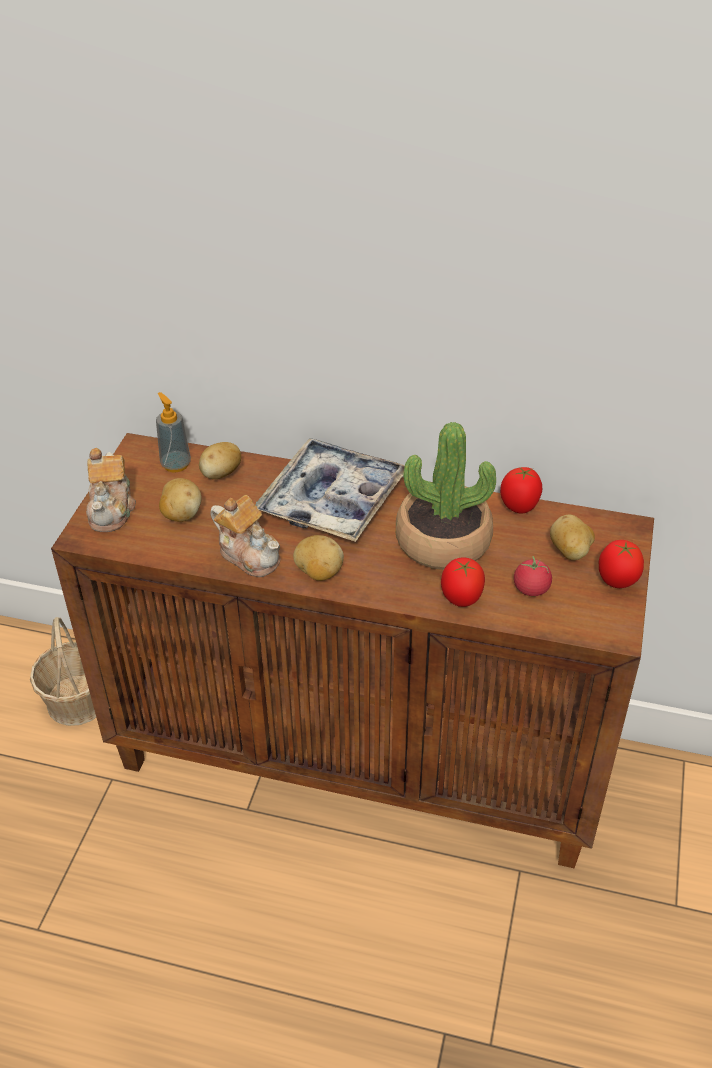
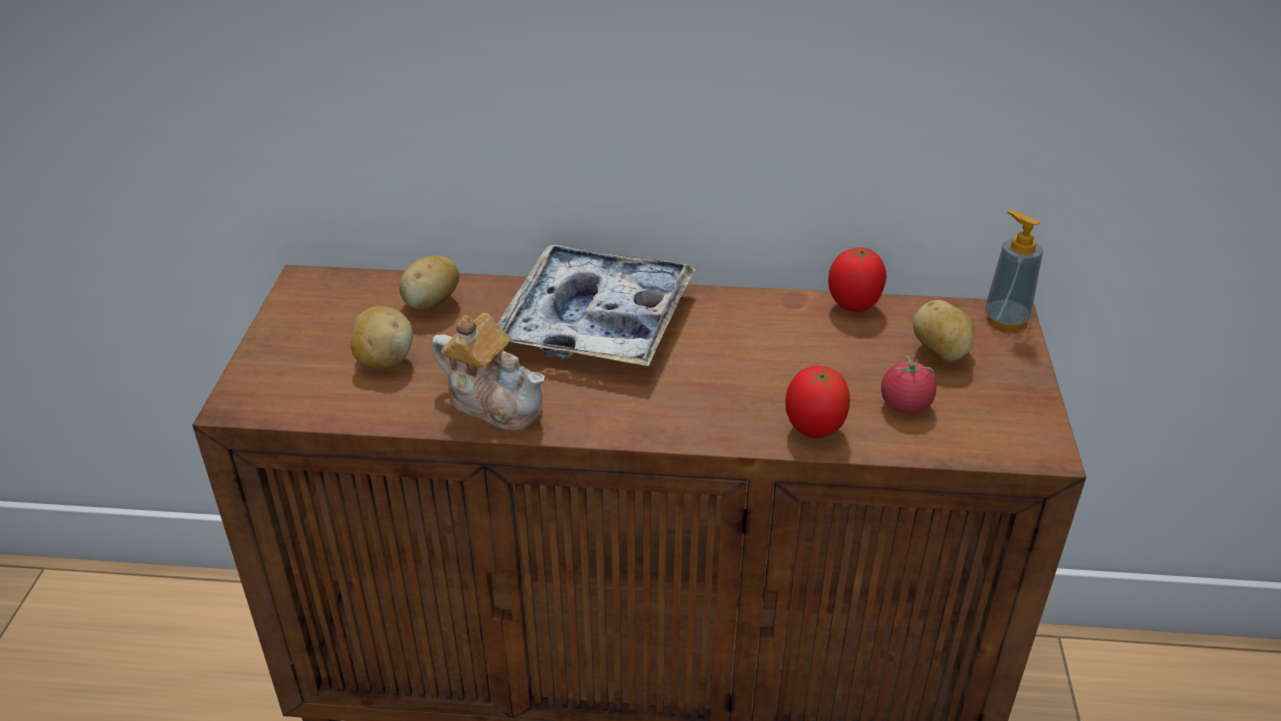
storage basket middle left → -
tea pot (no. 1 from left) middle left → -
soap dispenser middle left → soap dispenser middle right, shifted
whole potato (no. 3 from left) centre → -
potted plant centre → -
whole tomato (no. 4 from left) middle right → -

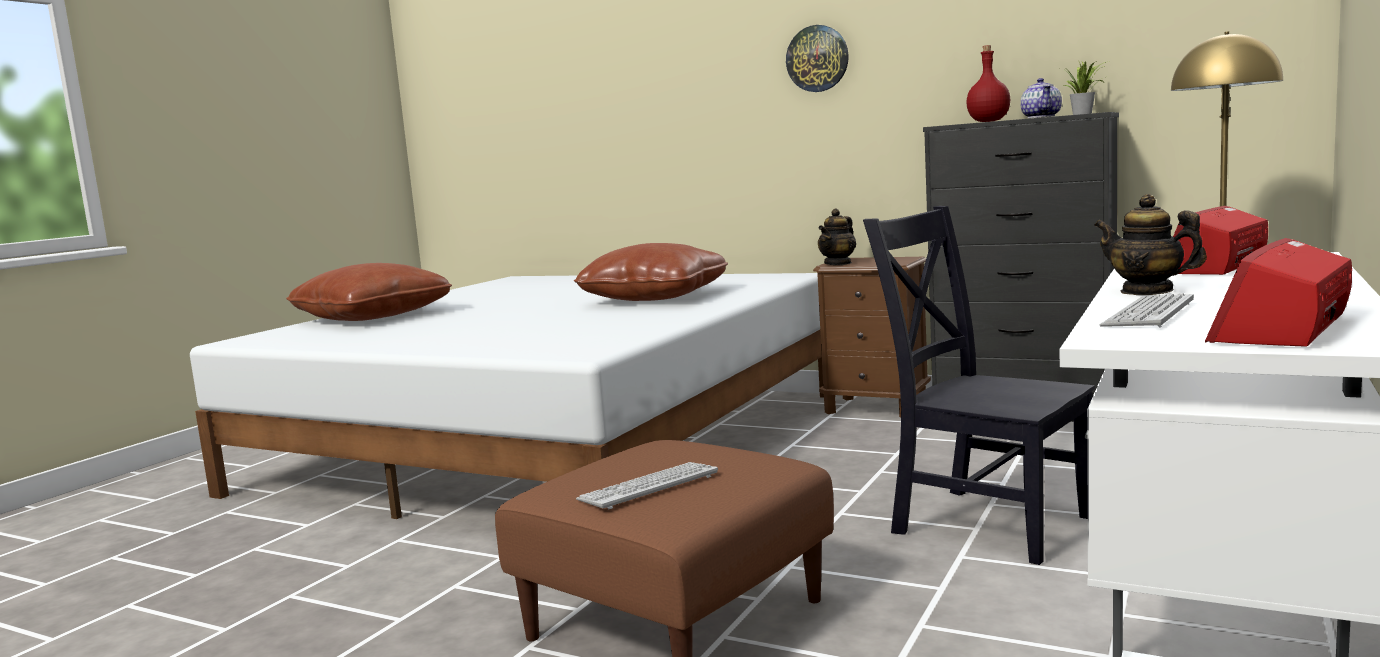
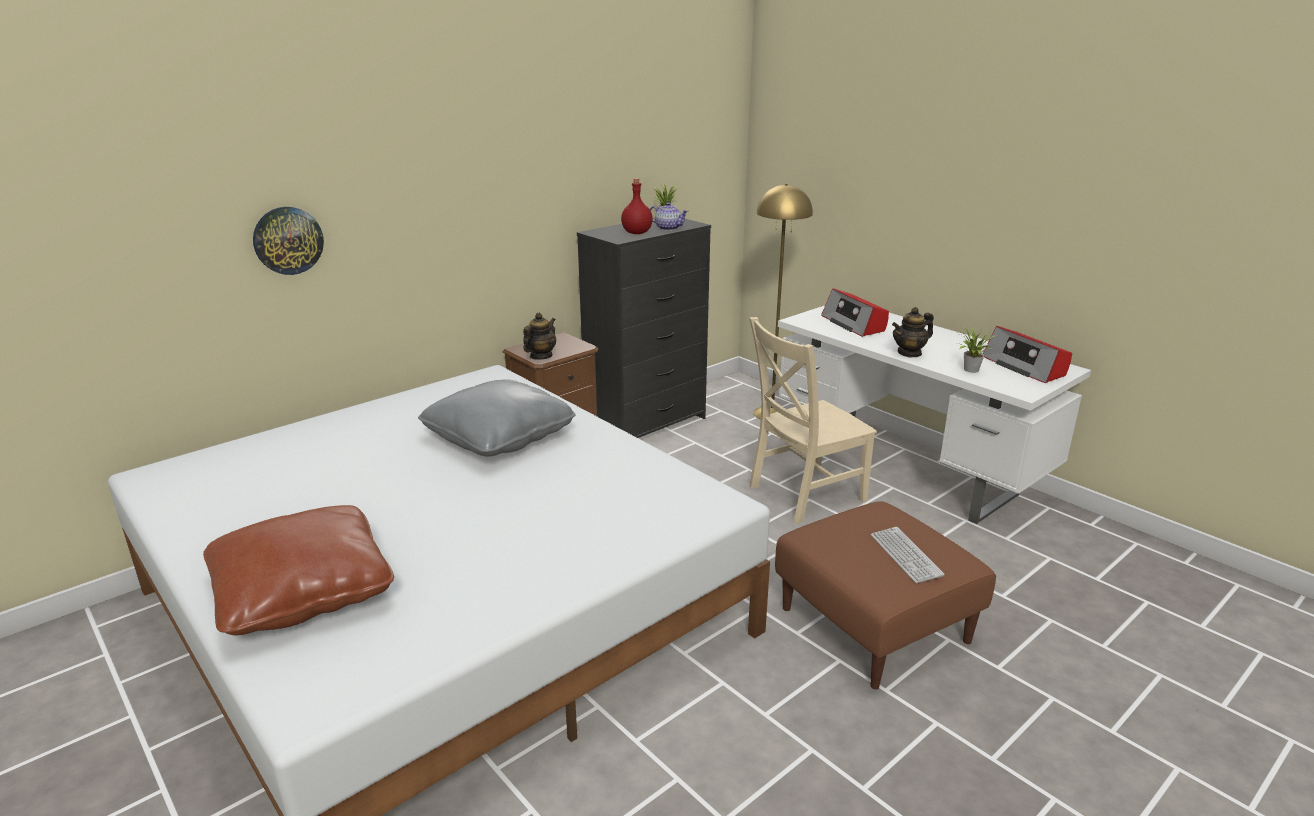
brown throw pillow (no. 2 from left) centre → greyish throw pillow centre
clock on the wall top centre → clock on the wall top left, shifted
tea pot (no. 1 from left) centre, 120 degrees counterclockwise
black-coloured plain chair middle right → beige plain chair centre
computer keyboard (no. 2 from left) middle right → potted plant (no. 2 from left) middle right

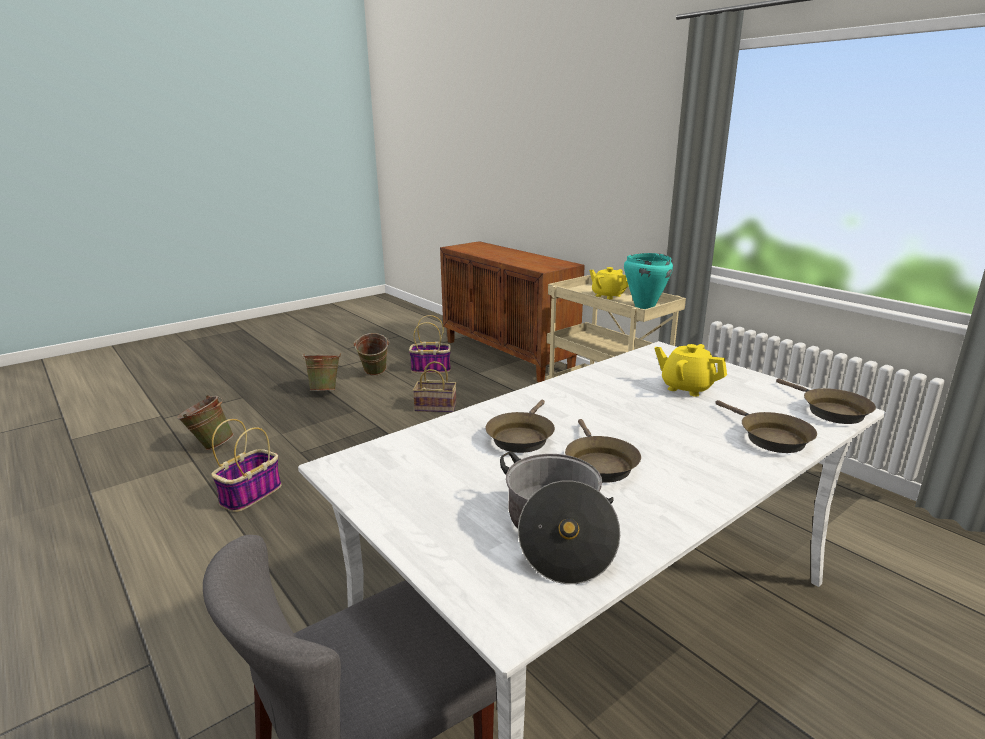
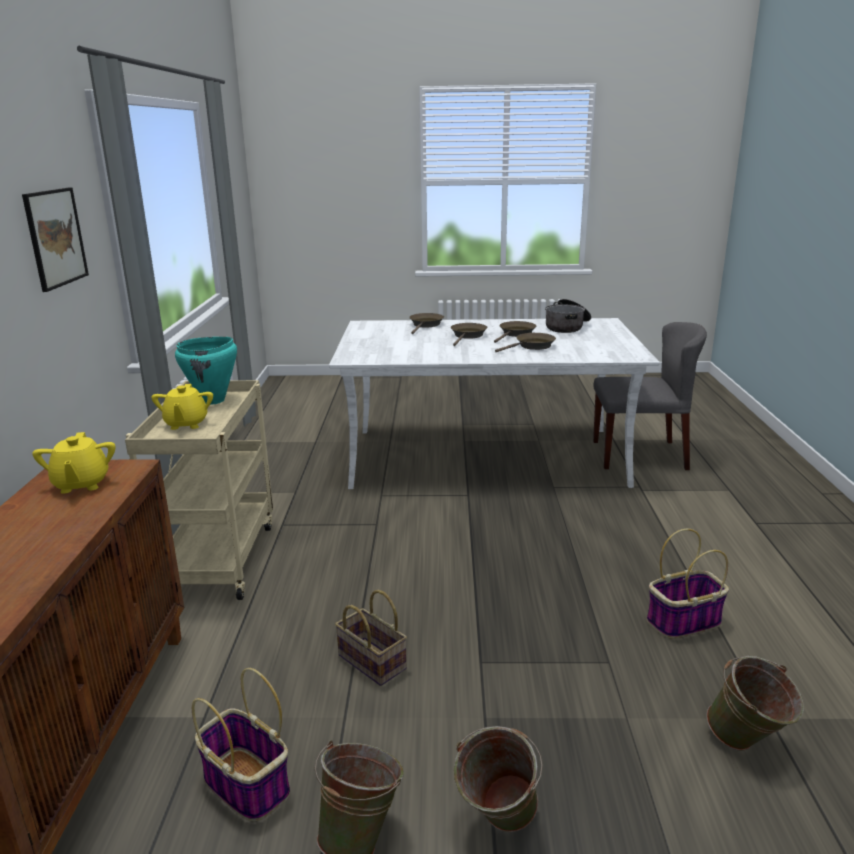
yellowish tea pot (no. 2 from left in the first image) middle right → yellowish tea pot (no. 1 from left) middle left, shifted
brown skillet (no. 4 from left in the first image) middle right → brown skillet (no. 2 from left) centre, shifted
- → wall picture top left

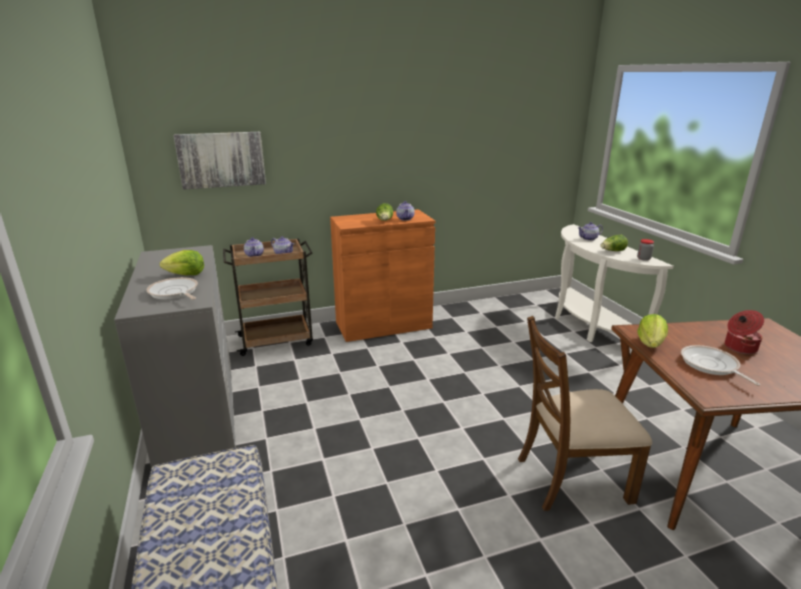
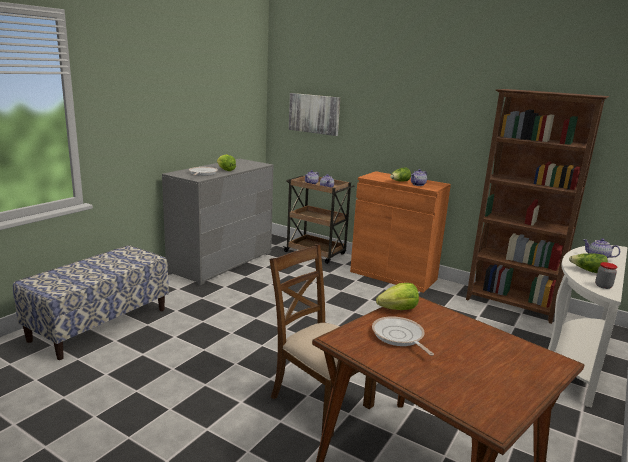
skillet (no. 2 from left) middle right → skillet (no. 2 from left) bottom centre, 60 degrees counterclockwise
stockpot middle right → -
- → brown bookshelf middle right

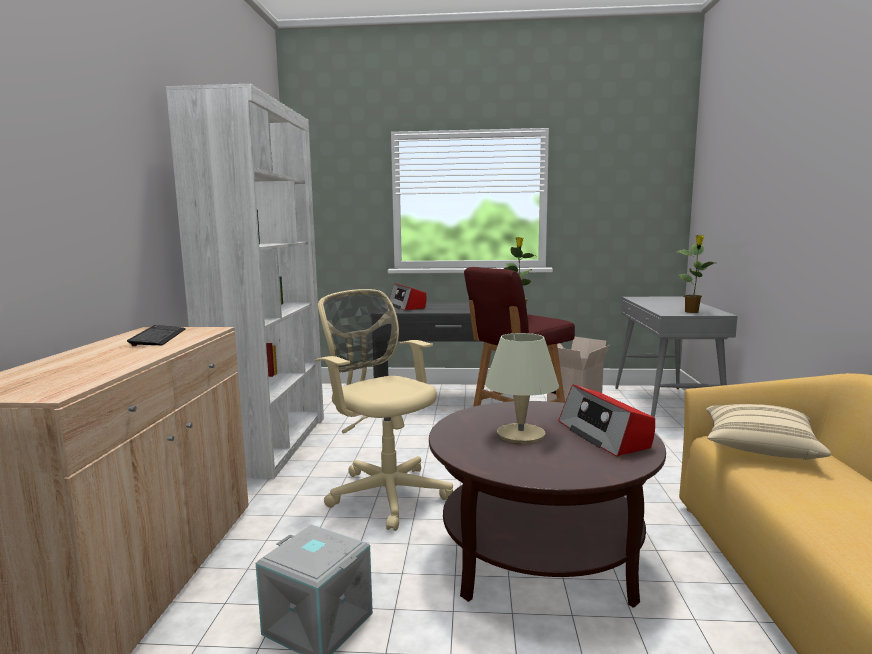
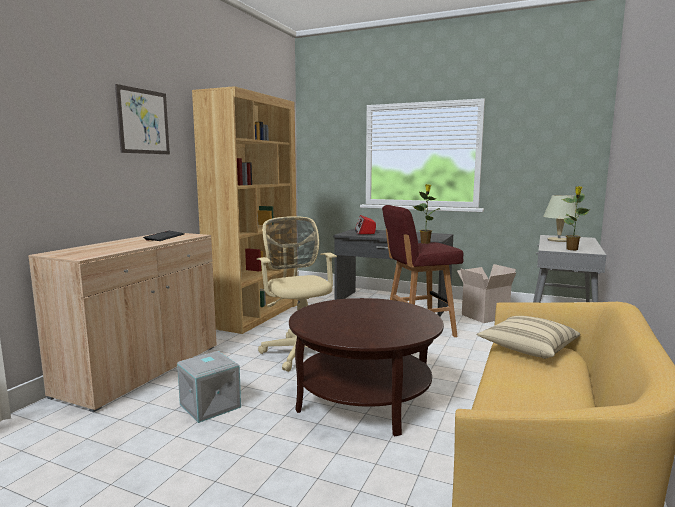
white-coloured bookshelf middle left → brown bookshelf centre
beige tabletop lamp centre → beige tabletop lamp middle right, shifted
radio receiver (no. 2 from left) middle right → -
- → wall picture top left

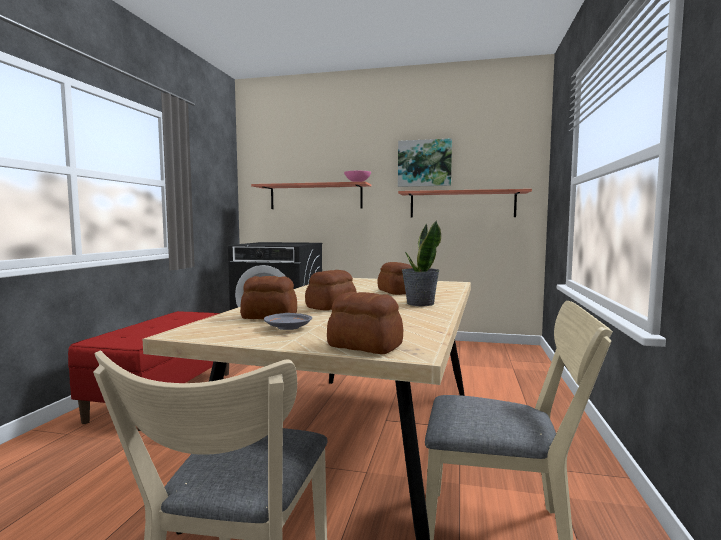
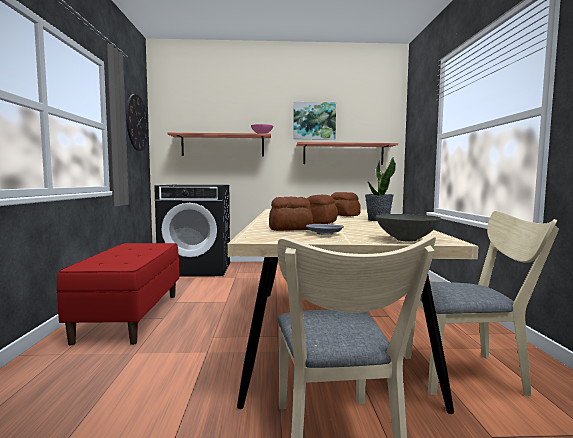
baked bread (no. 3 from left) centre → greyish bowl middle right
- → clock on the wall top left

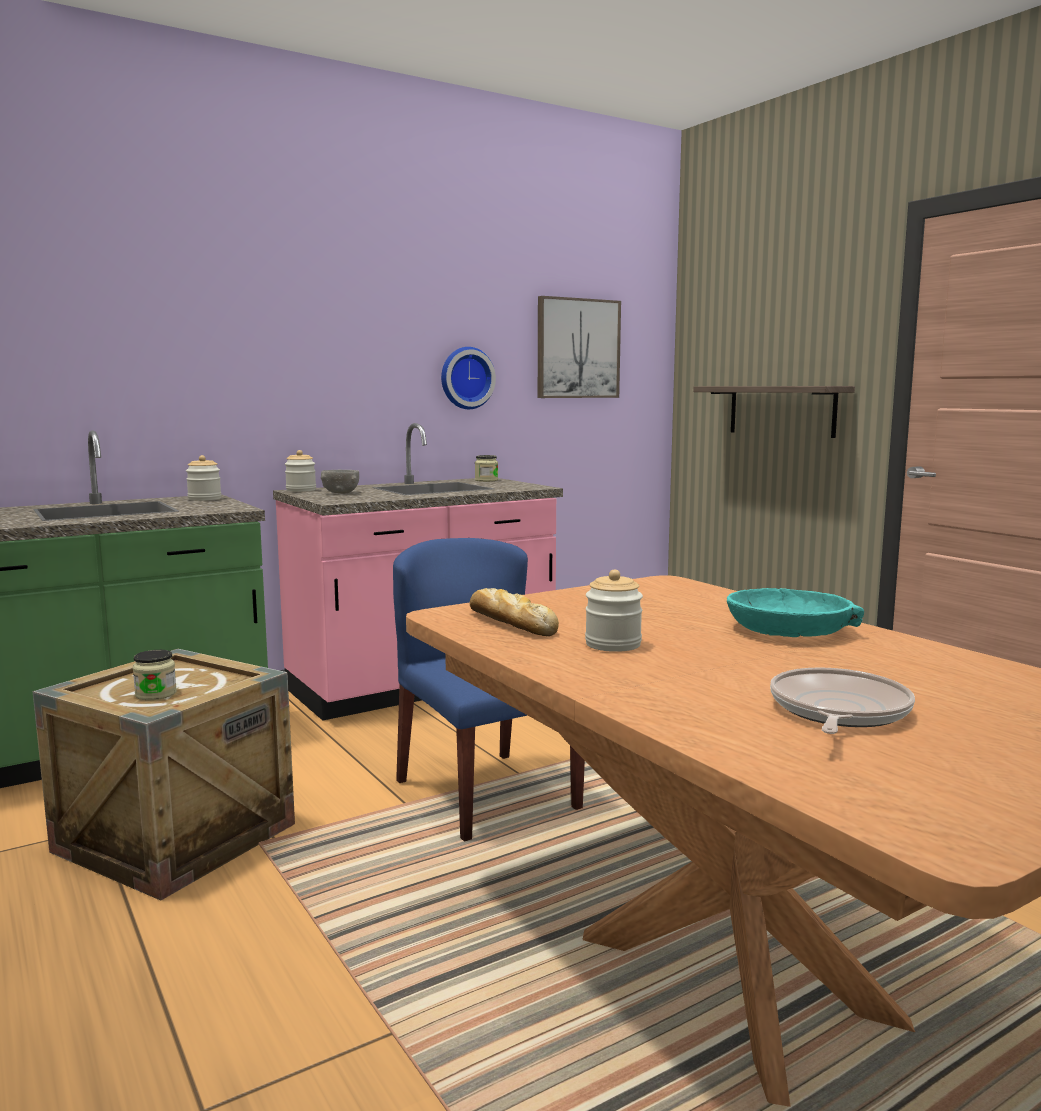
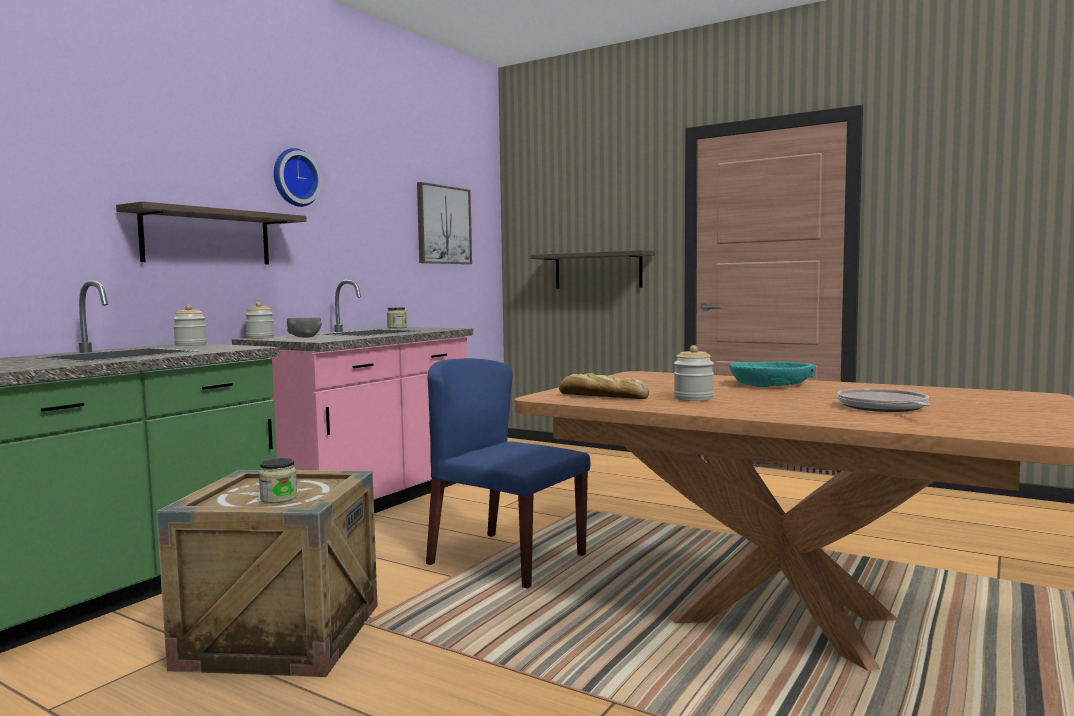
clock on the wall centre → clock on the wall top left, shifted
- → shelf (no. 1 from left) top left

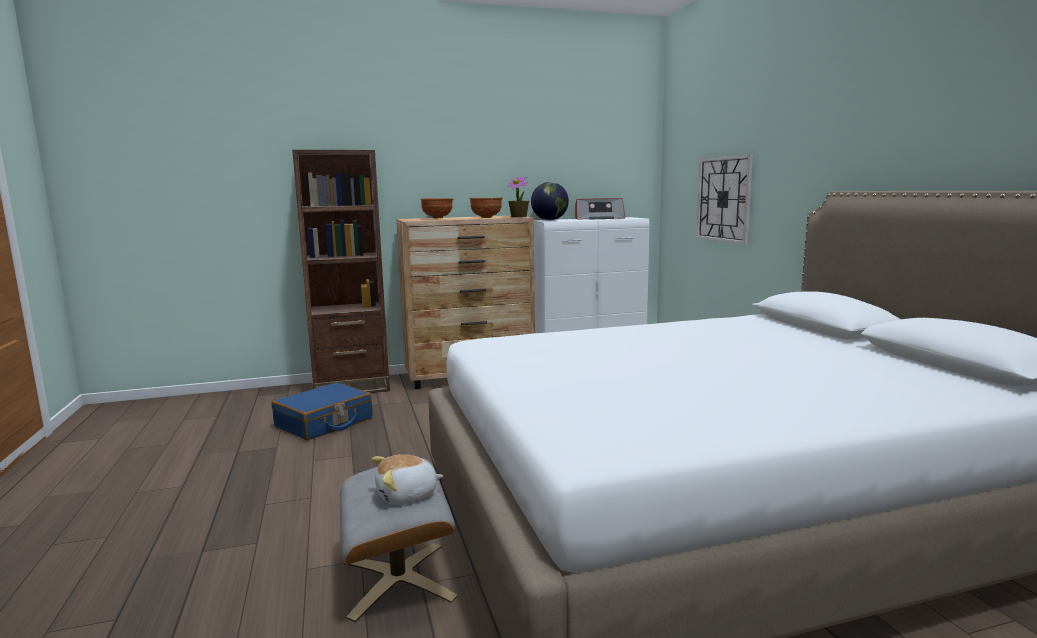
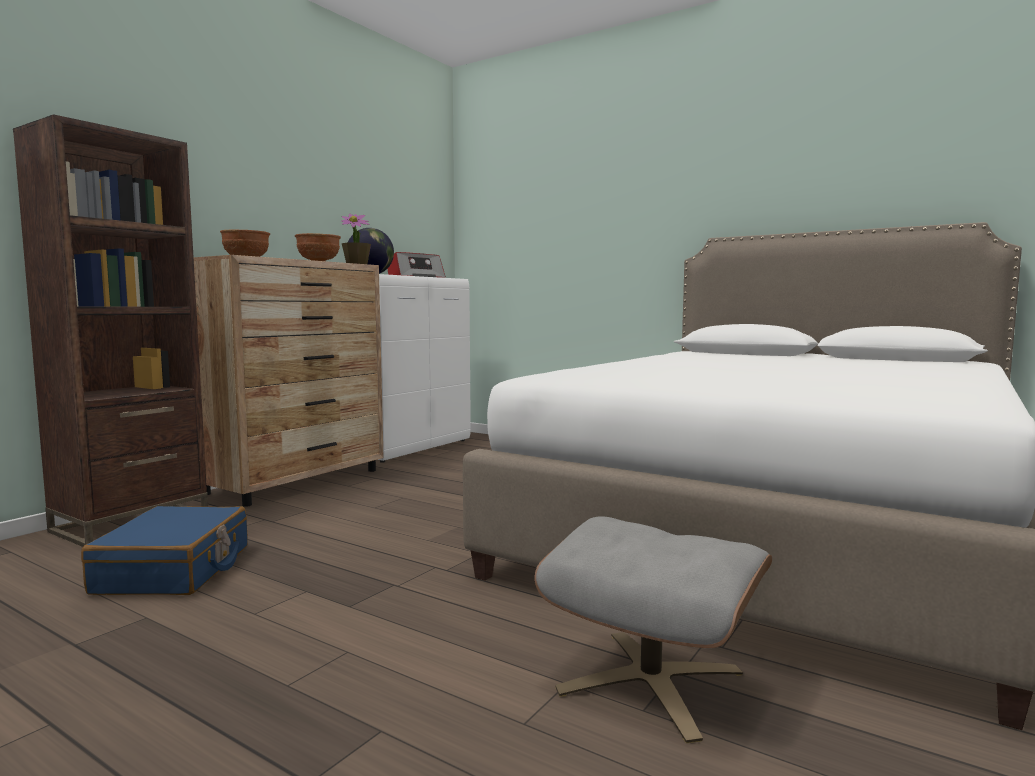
cuddly toy bottom centre → -
clock on the wall top right → -

